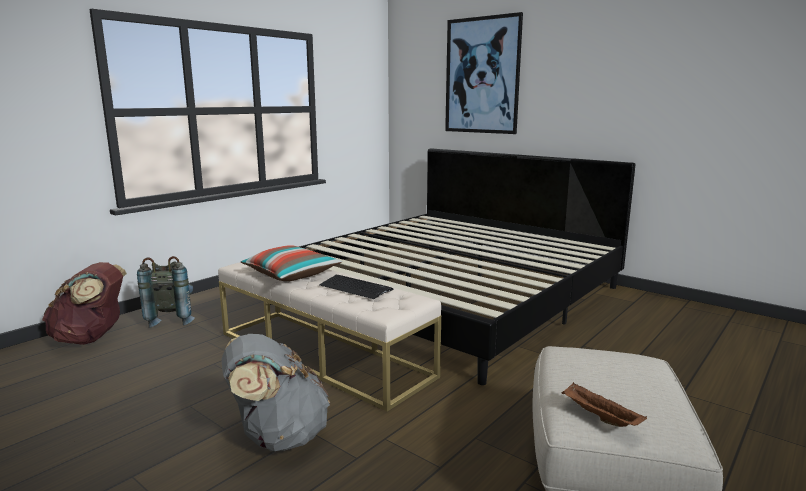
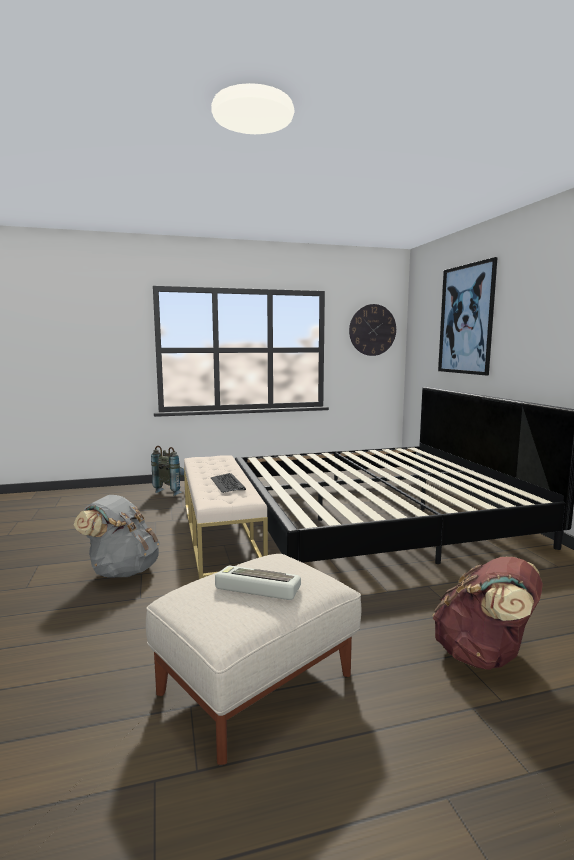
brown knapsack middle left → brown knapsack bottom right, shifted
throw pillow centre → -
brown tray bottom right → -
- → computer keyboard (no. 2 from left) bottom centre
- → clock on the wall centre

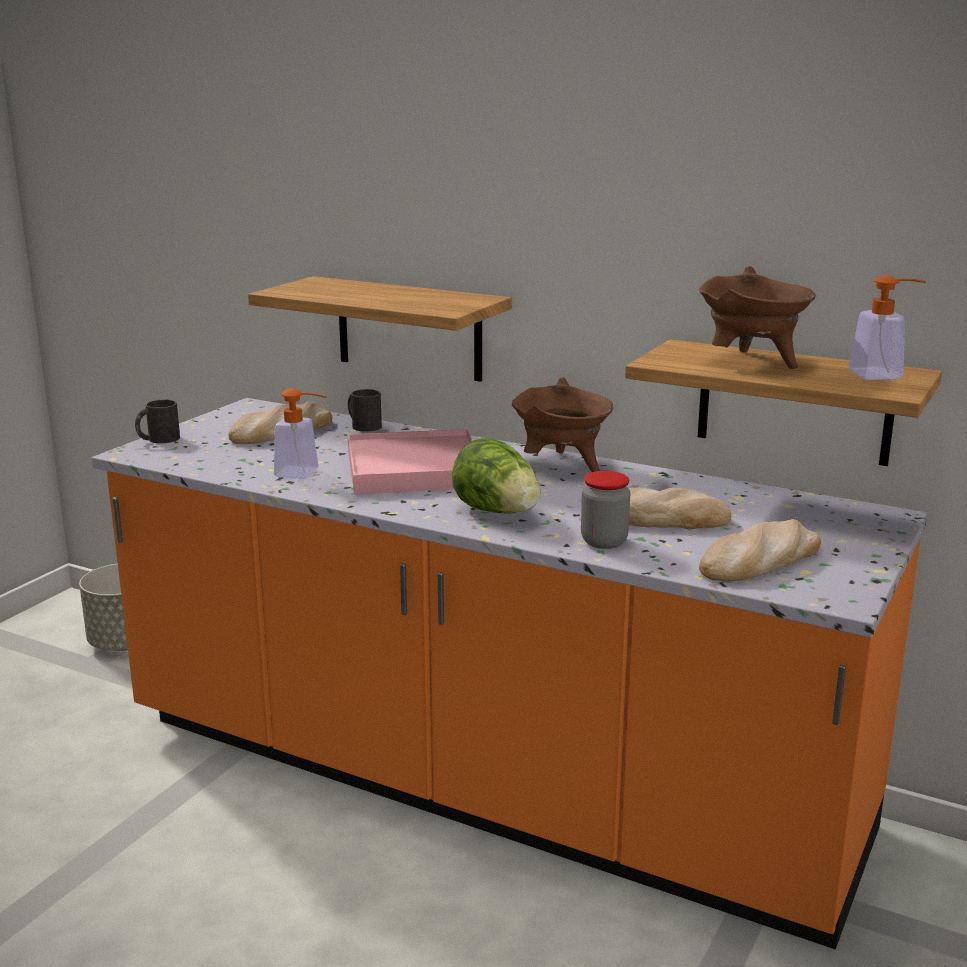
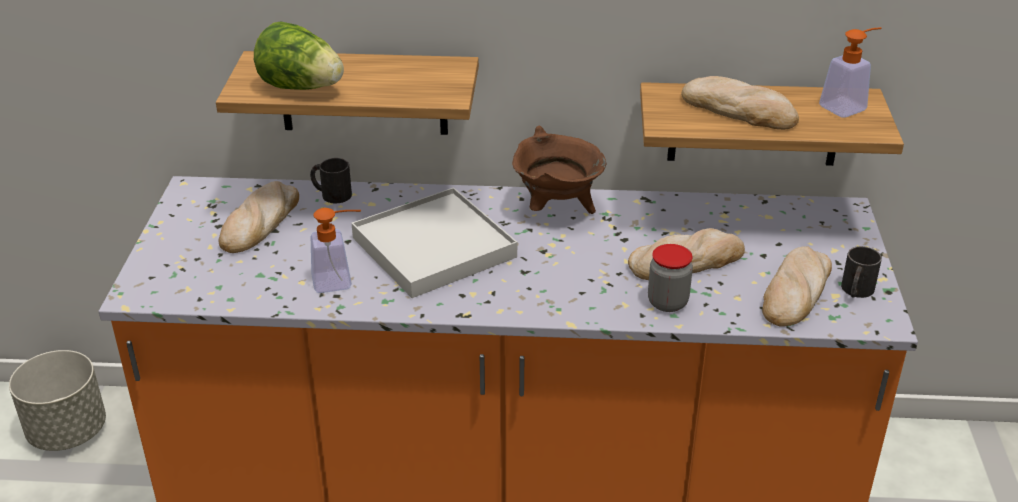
black-coloured mug (no. 1 from left in the first image) middle left → black-coloured mug (no. 2 from left) middle right, shifted
pink-coloured tray centre → white-coloured tray centre
lettuce head centre → lettuce head top left, shifted
brown stockpot (no. 2 from left) top right → baked bread (no. 3 from left) top right

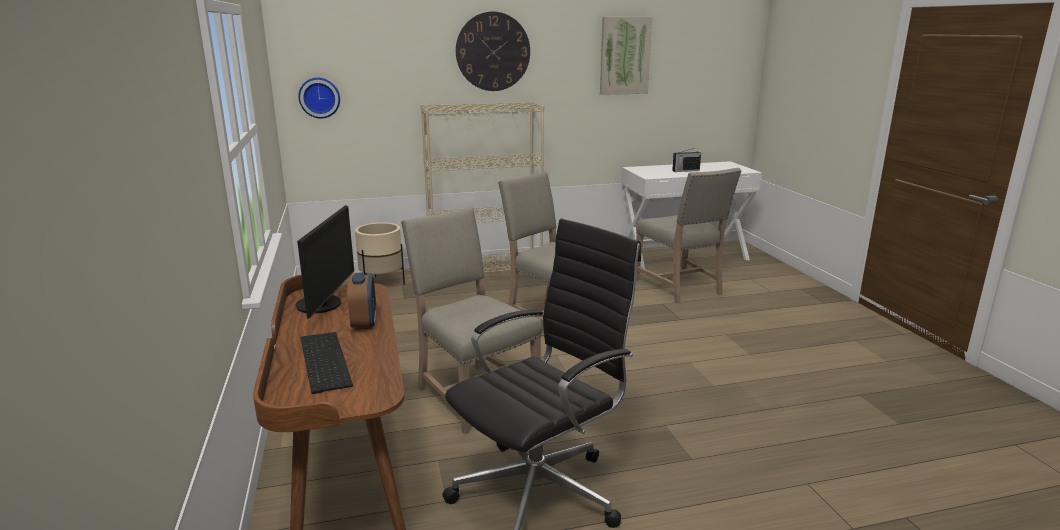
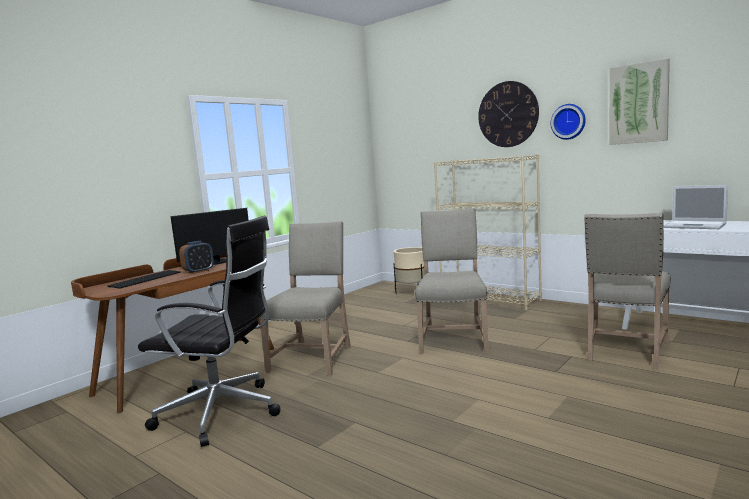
clock on the wall (no. 1 from left in the first image) top left → clock on the wall (no. 2 from left) top right, shifted
radio receiver top centre → notebook computer middle right

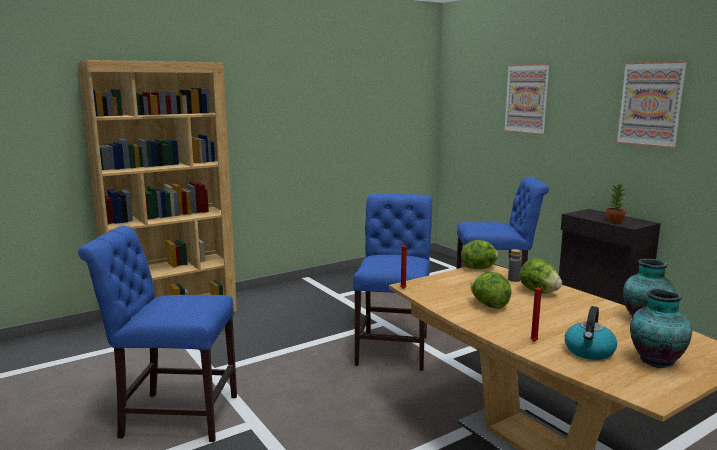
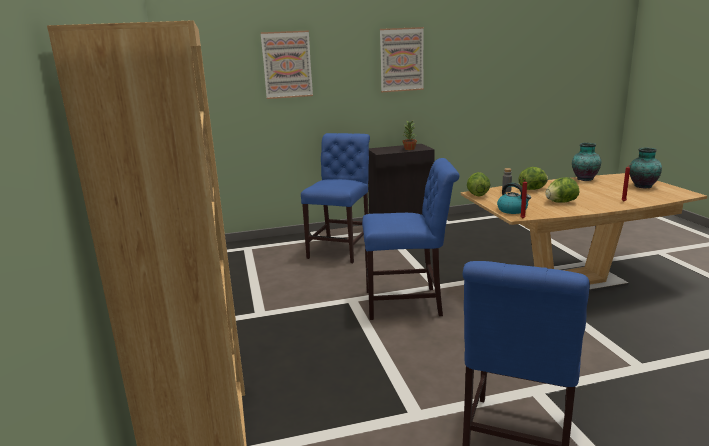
blue-coloured plain chair (no. 2 from left) centre, 150 degrees clockwise
water kettle bottom right → water kettle middle right, shifted

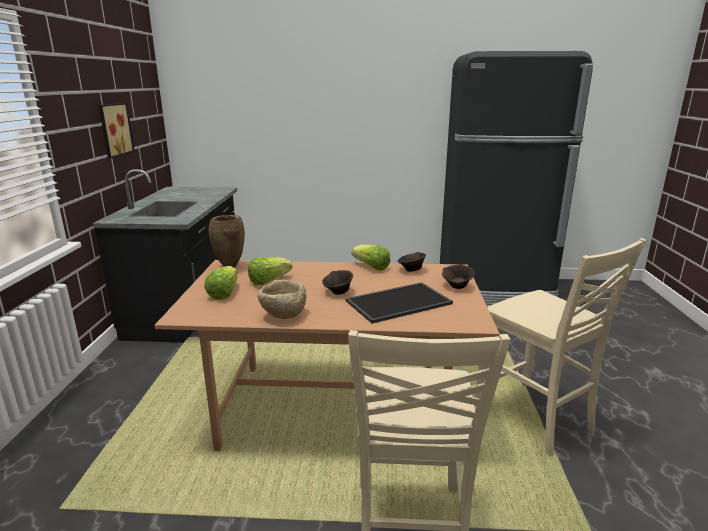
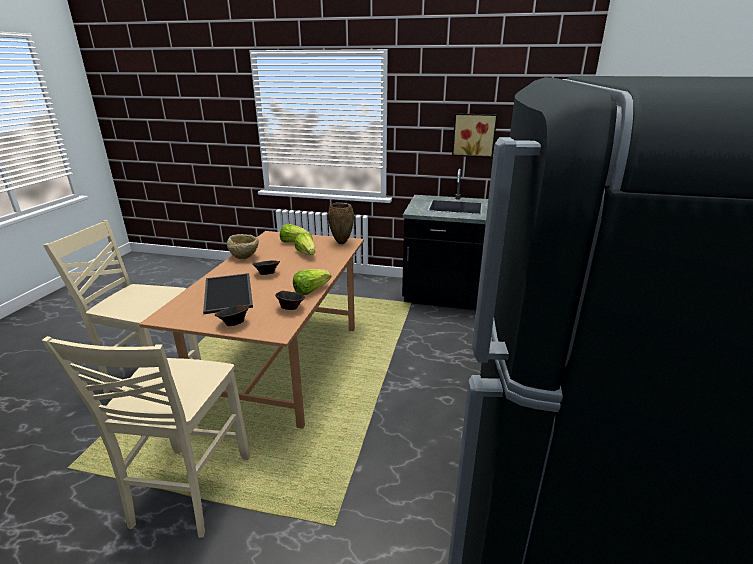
beige plain chair (no. 2 from left) middle right → beige plain chair (no. 2 from left) bottom left, 60 degrees counterclockwise

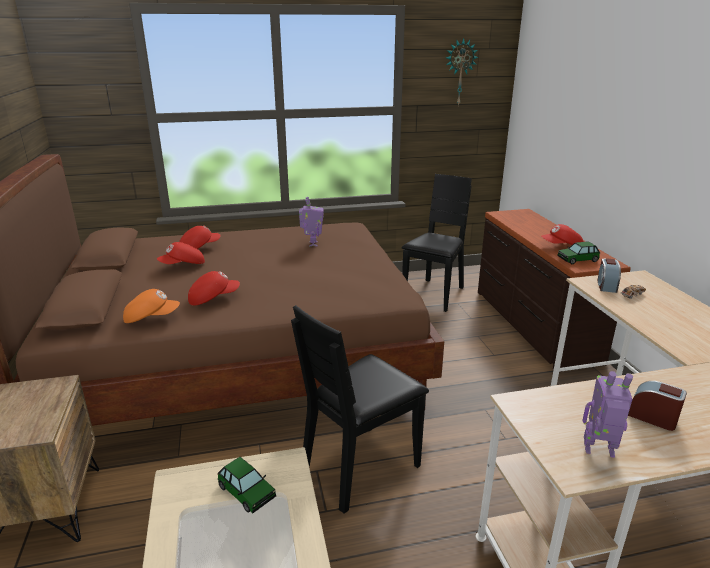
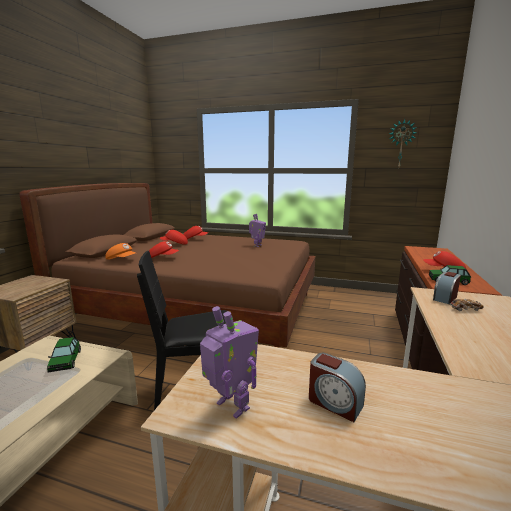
black-coloured plain chair (no. 2 from left) centre → -
alarm clock (no. 2 from left in the first image) bottom right → alarm clock (no. 1 from left) bottom centre, 150 degrees clockwise

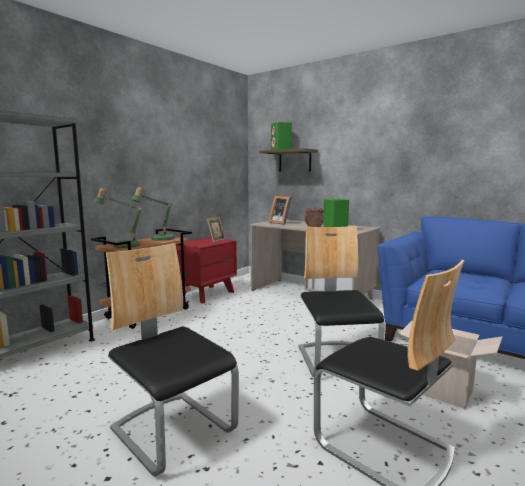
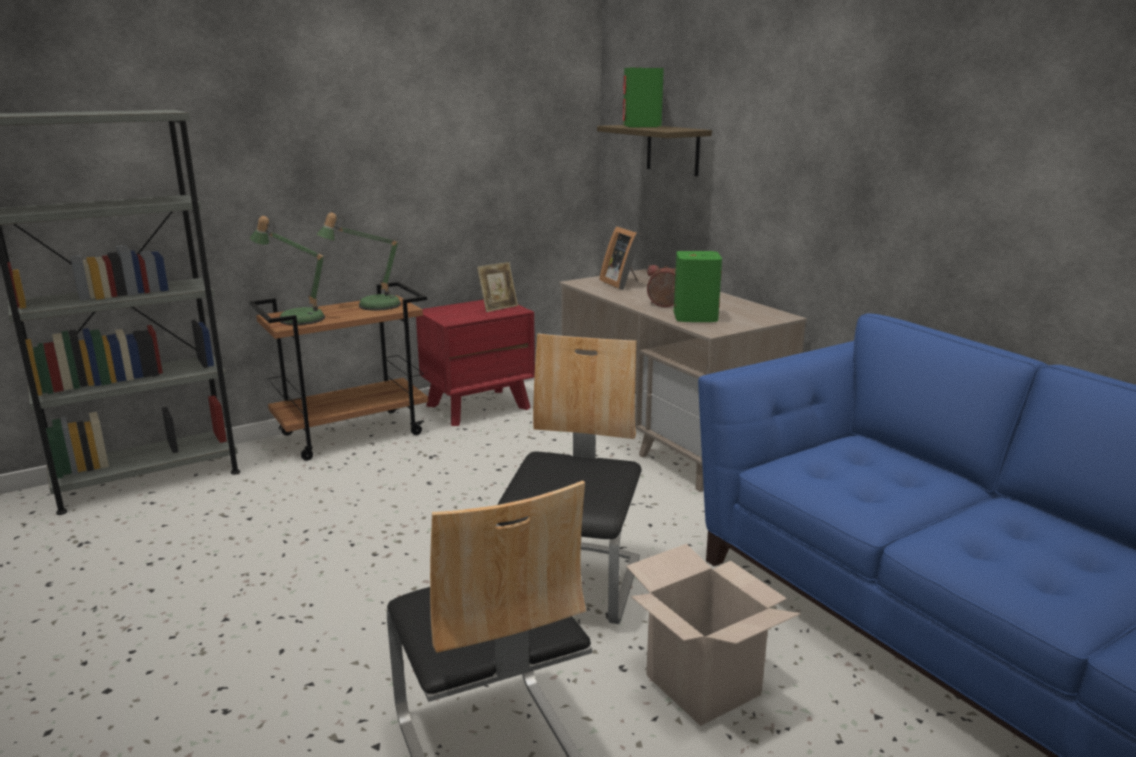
plain chair (no. 1 from left) bottom left → -

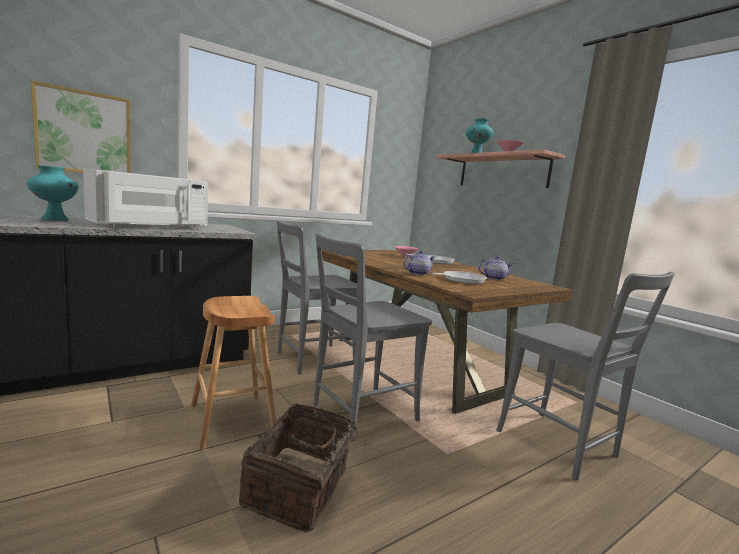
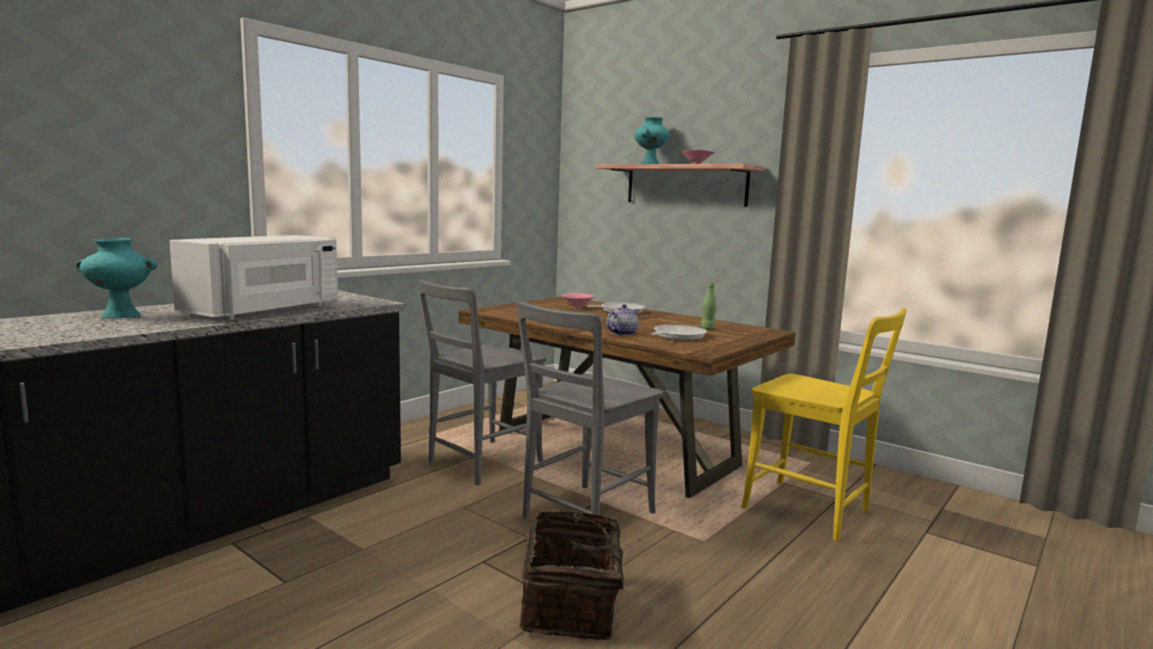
wall picture top left → -
brown stool bottom left → -
tea pot (no. 2 from left) middle right → greenish beverage bottle centre
greyish plain chair (no. 3 from left) bottom right → yellowish plain chair middle right

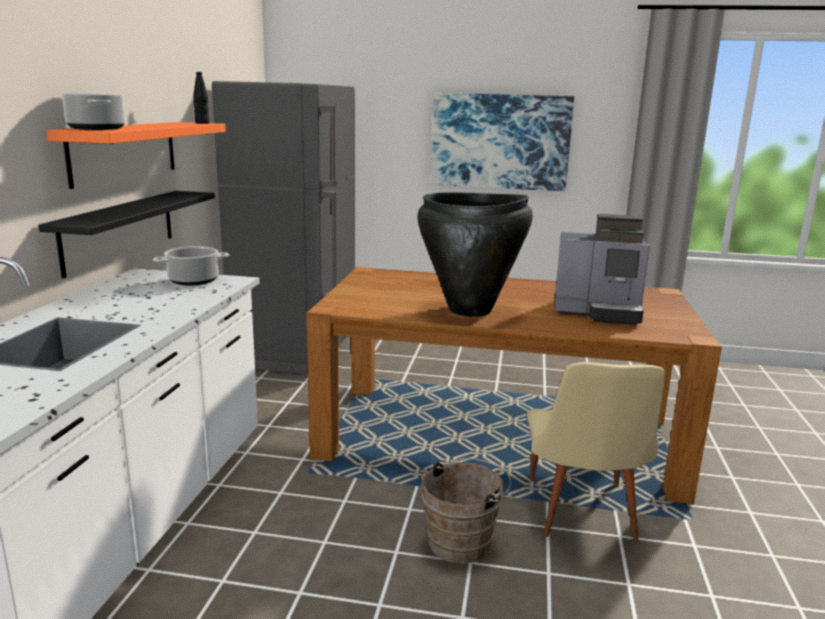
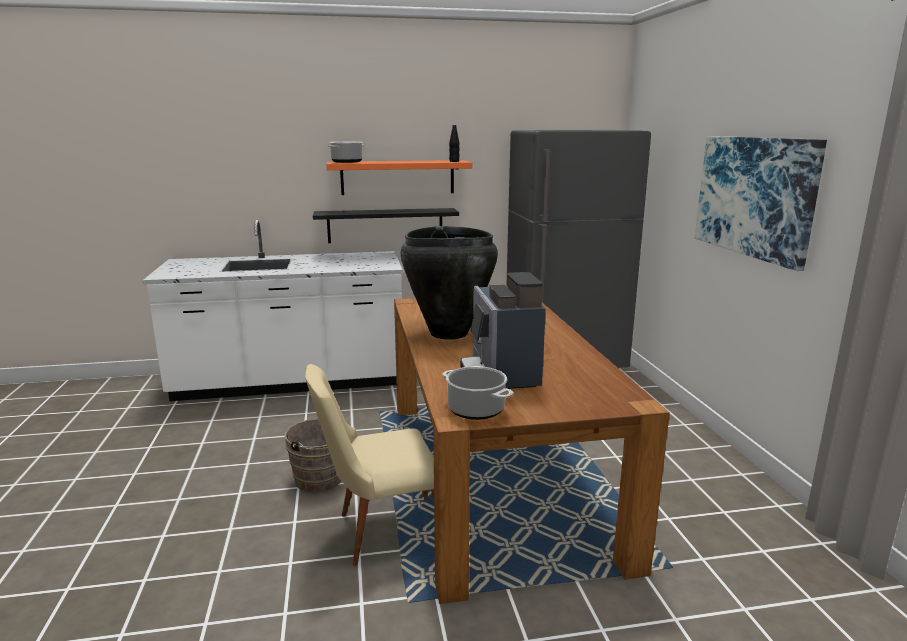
stockpot (no. 2 from left) middle left → stockpot (no. 2 from left) centre, shifted

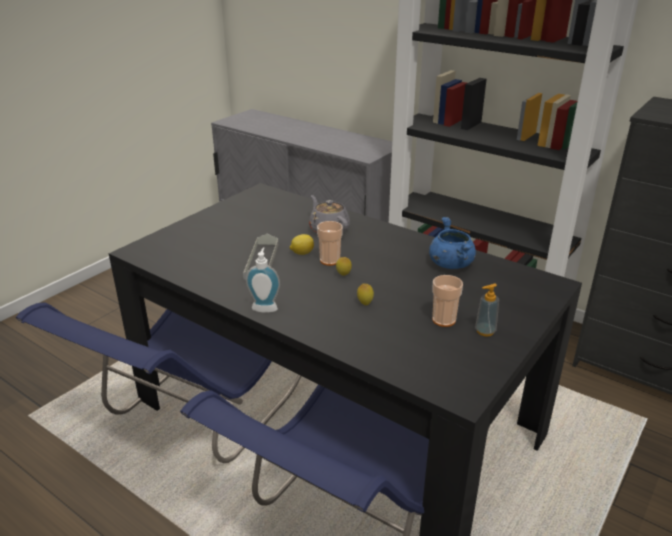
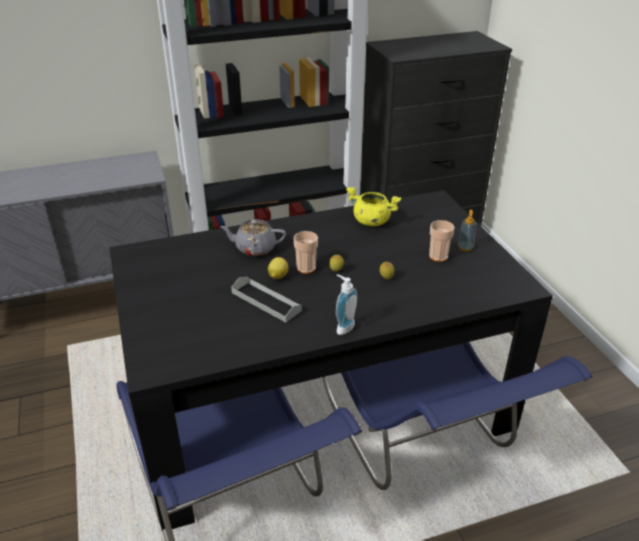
blue-coloured stockpot middle right → yellowish stockpot centre

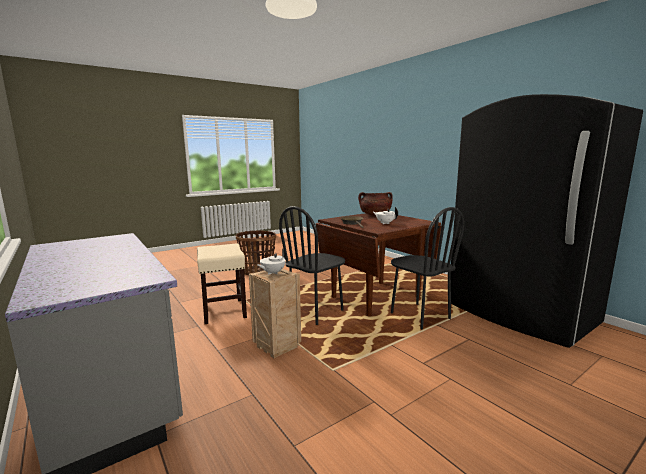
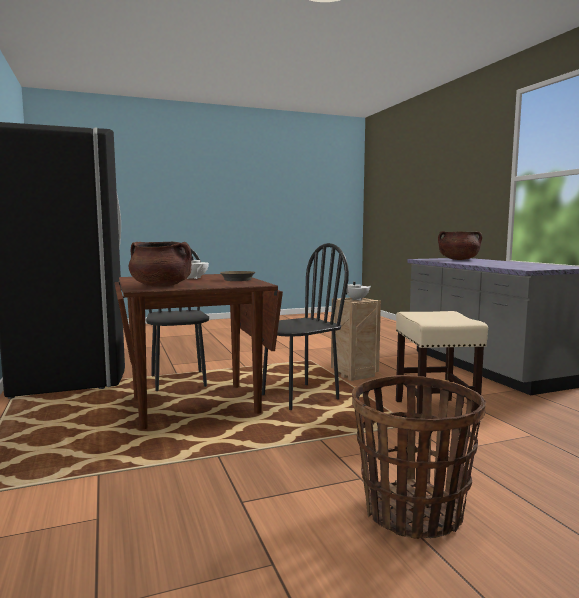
- → brown stockpot (no. 2 from left) middle right

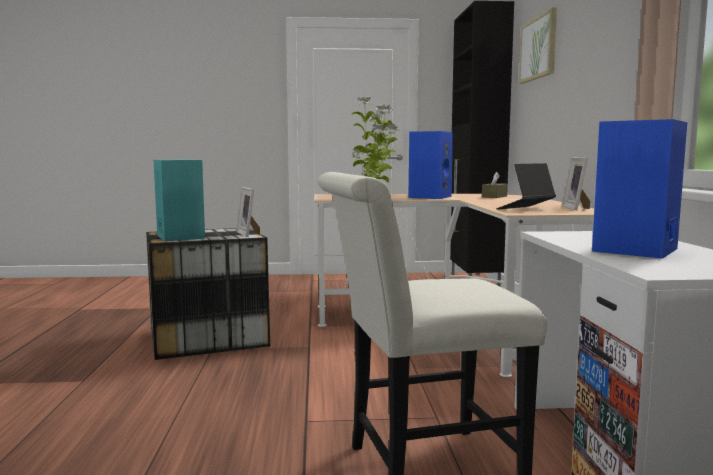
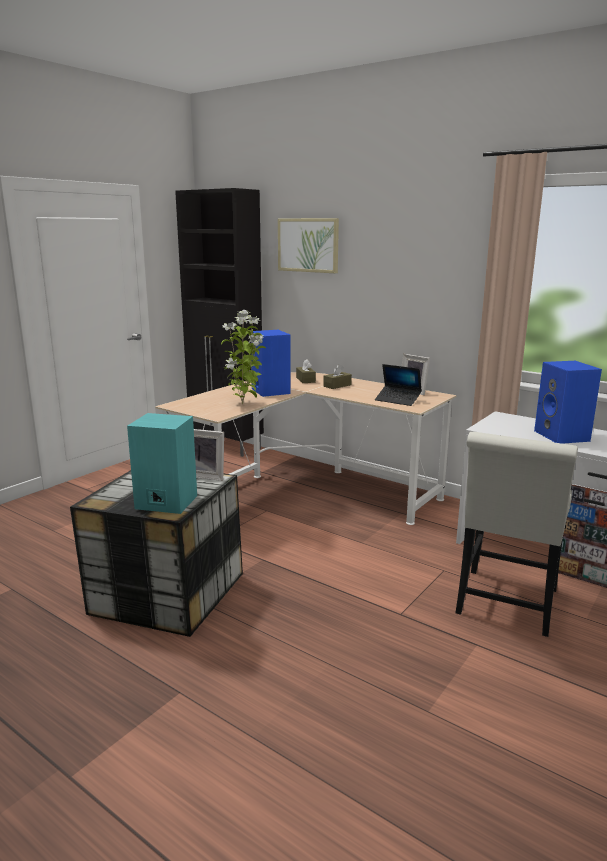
notebook computer middle right → notebook computer centre, 60 degrees counterclockwise
- → brown tissue box (no. 2 from left) centre

